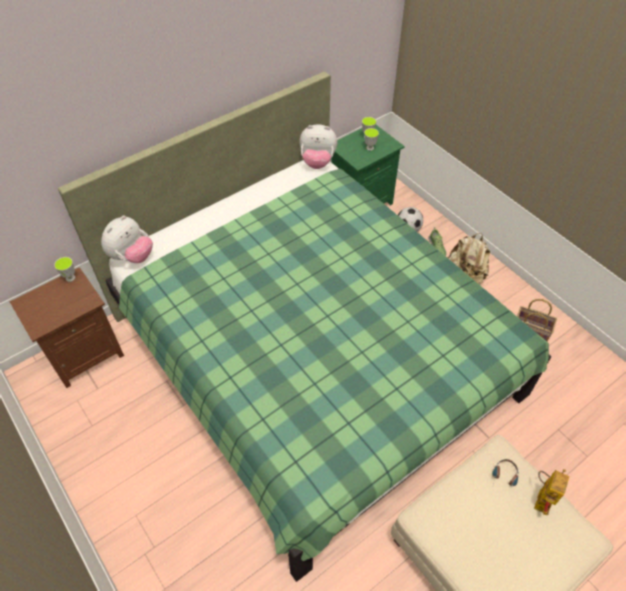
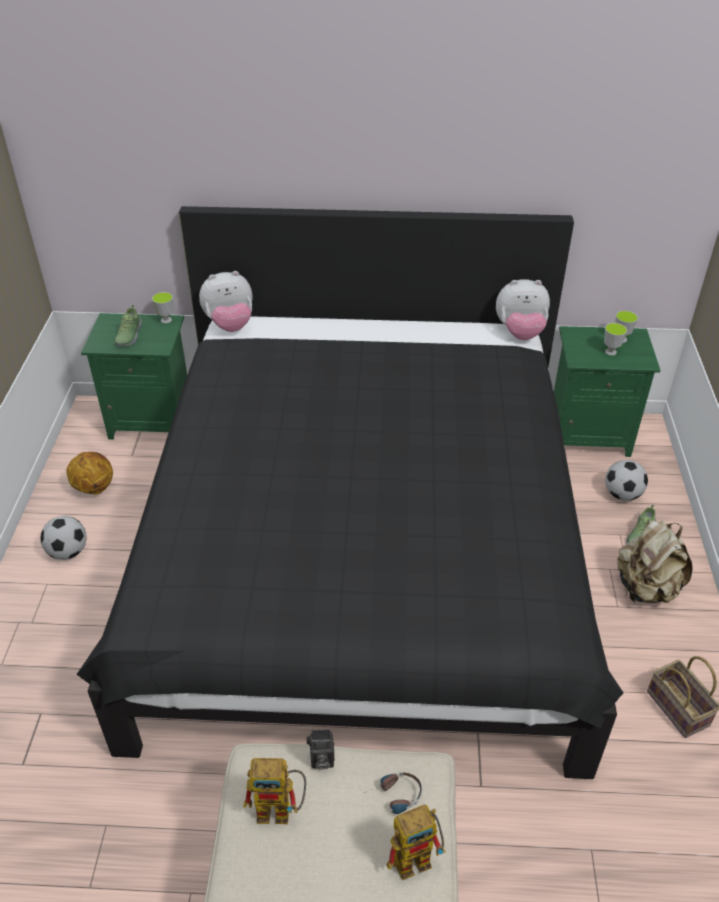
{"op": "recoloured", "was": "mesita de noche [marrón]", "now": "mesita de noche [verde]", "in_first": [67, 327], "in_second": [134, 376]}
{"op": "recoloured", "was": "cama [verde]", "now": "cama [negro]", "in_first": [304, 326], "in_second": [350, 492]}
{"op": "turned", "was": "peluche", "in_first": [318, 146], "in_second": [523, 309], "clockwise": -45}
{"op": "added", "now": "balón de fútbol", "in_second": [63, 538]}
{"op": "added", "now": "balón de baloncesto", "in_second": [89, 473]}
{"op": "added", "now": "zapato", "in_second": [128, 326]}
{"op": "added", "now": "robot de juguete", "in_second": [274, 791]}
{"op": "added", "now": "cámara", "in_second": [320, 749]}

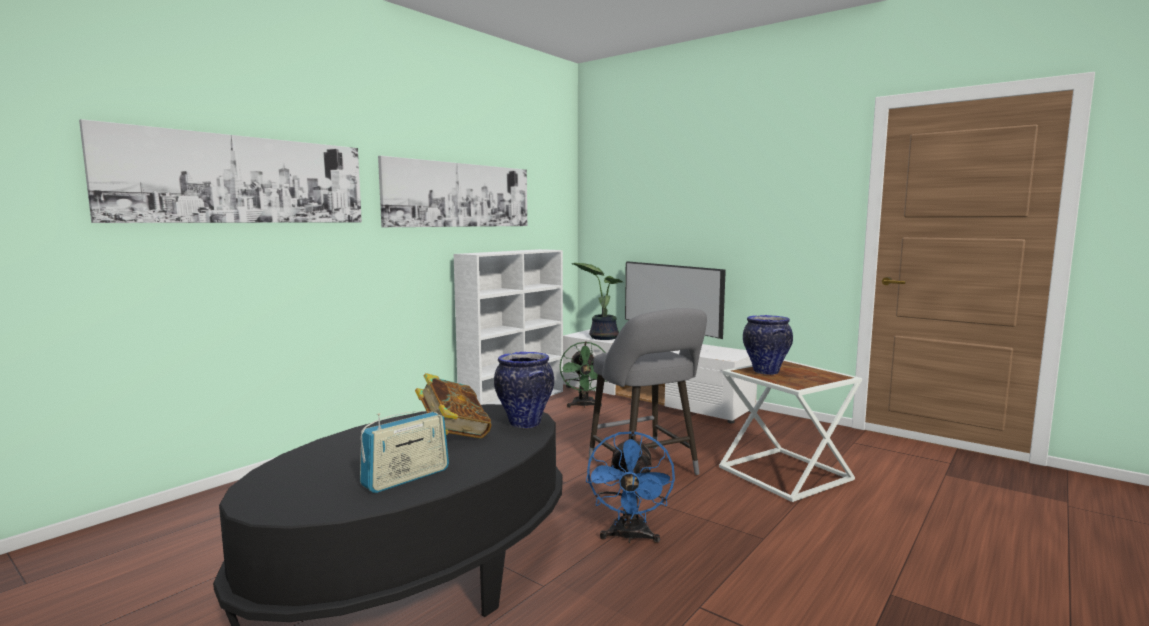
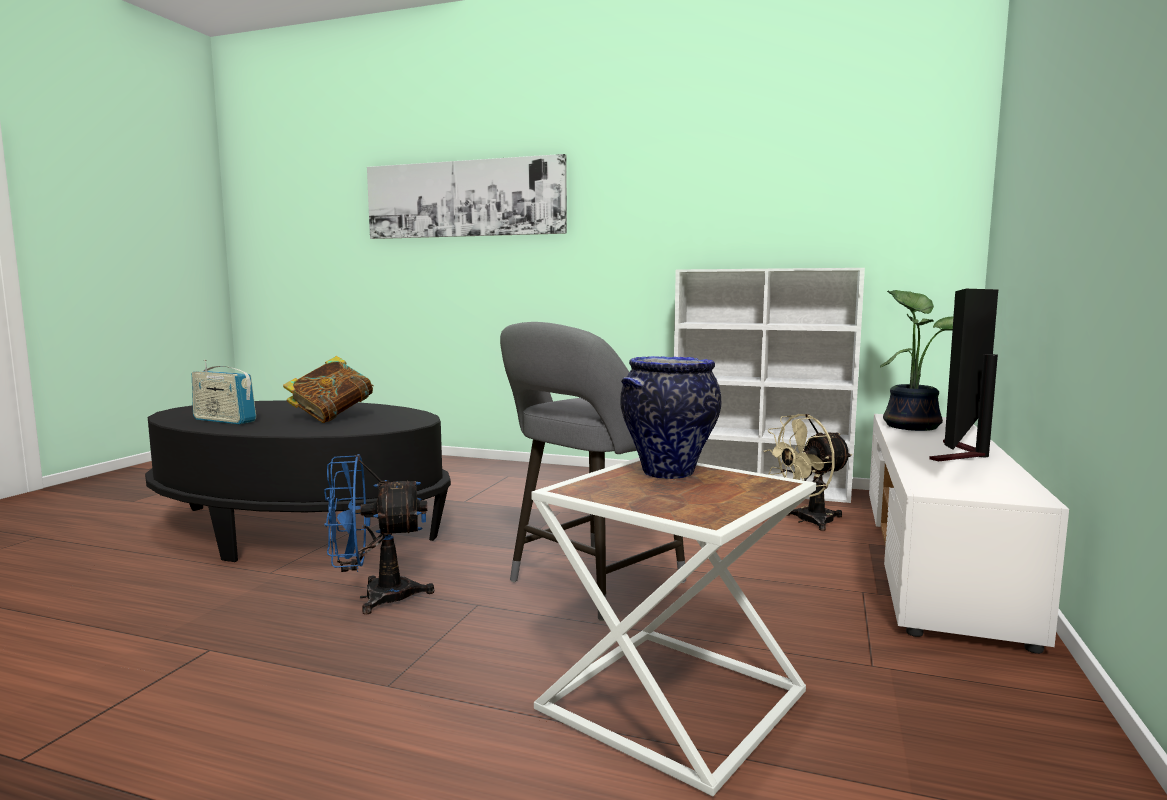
{"op": "removed", "was": "cuadro", "in_first": [452, 191]}
{"op": "removed", "was": "florero", "in_first": [524, 390]}
{"op": "recoloured", "was": "ventilador [verde]", "now": "ventilador [beis]", "in_first": [583, 375], "in_second": [807, 472]}

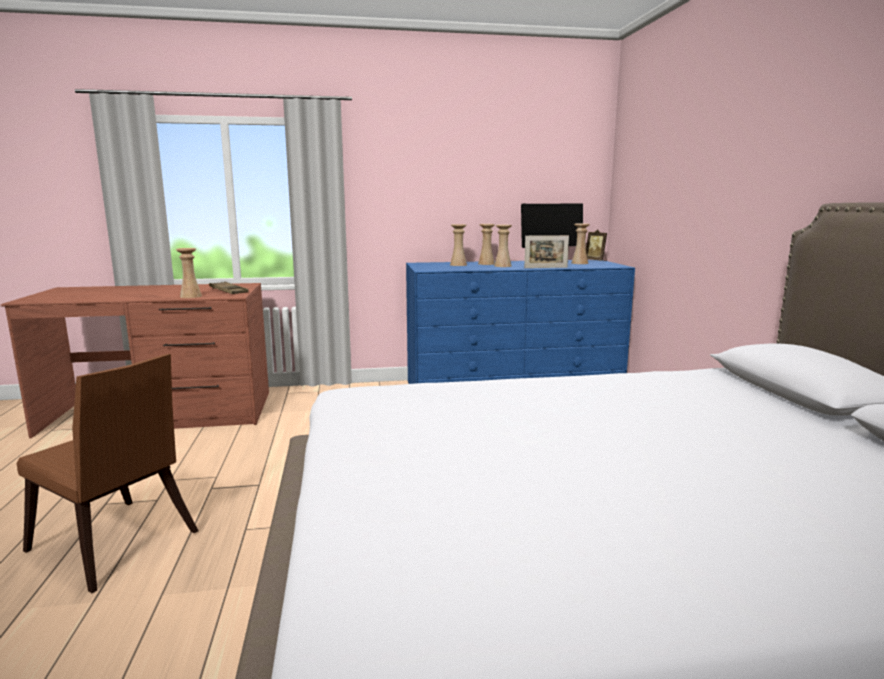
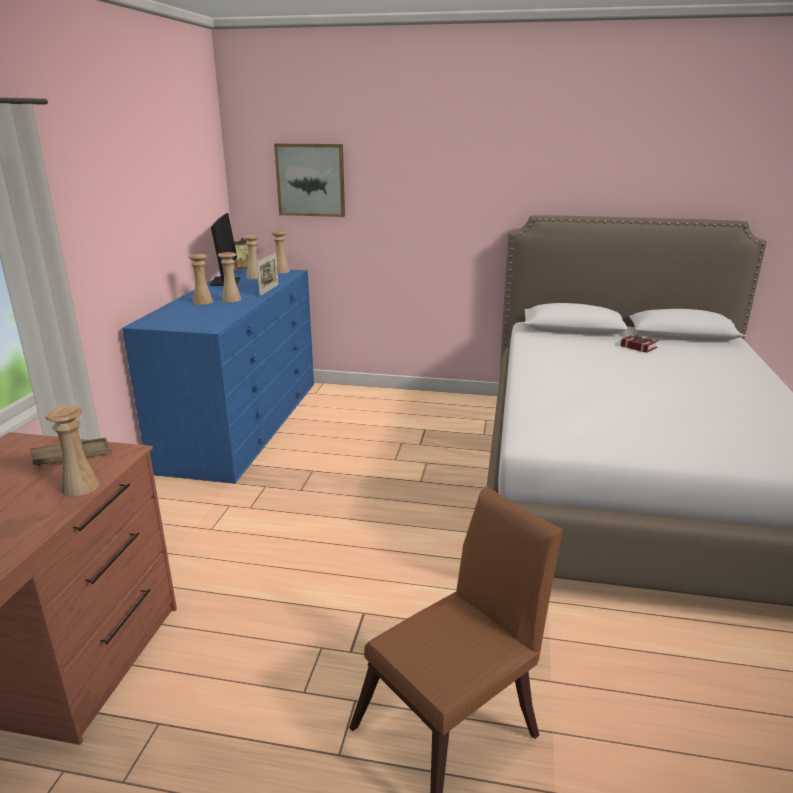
{"op": "moved", "was": "florero [beis]", "in_first": [458, 245], "in_second": [280, 252]}
{"op": "added", "now": "cuadro", "in_second": [309, 180]}
{"op": "added", "now": "libro", "in_second": [639, 343]}

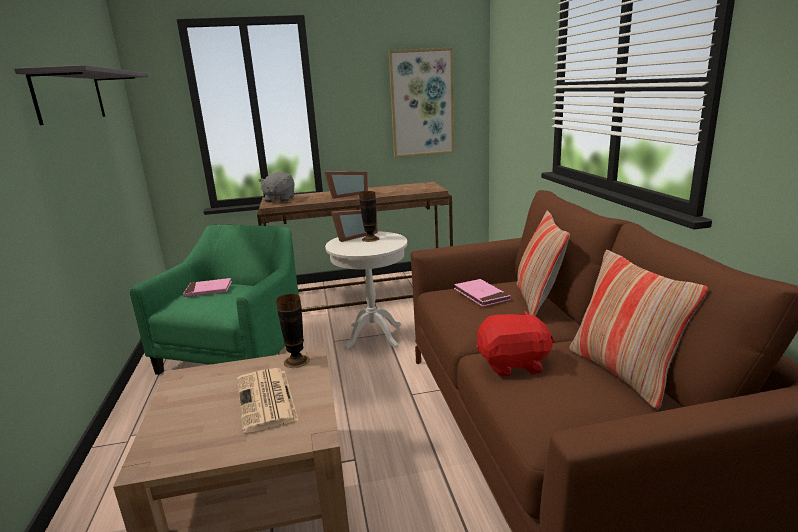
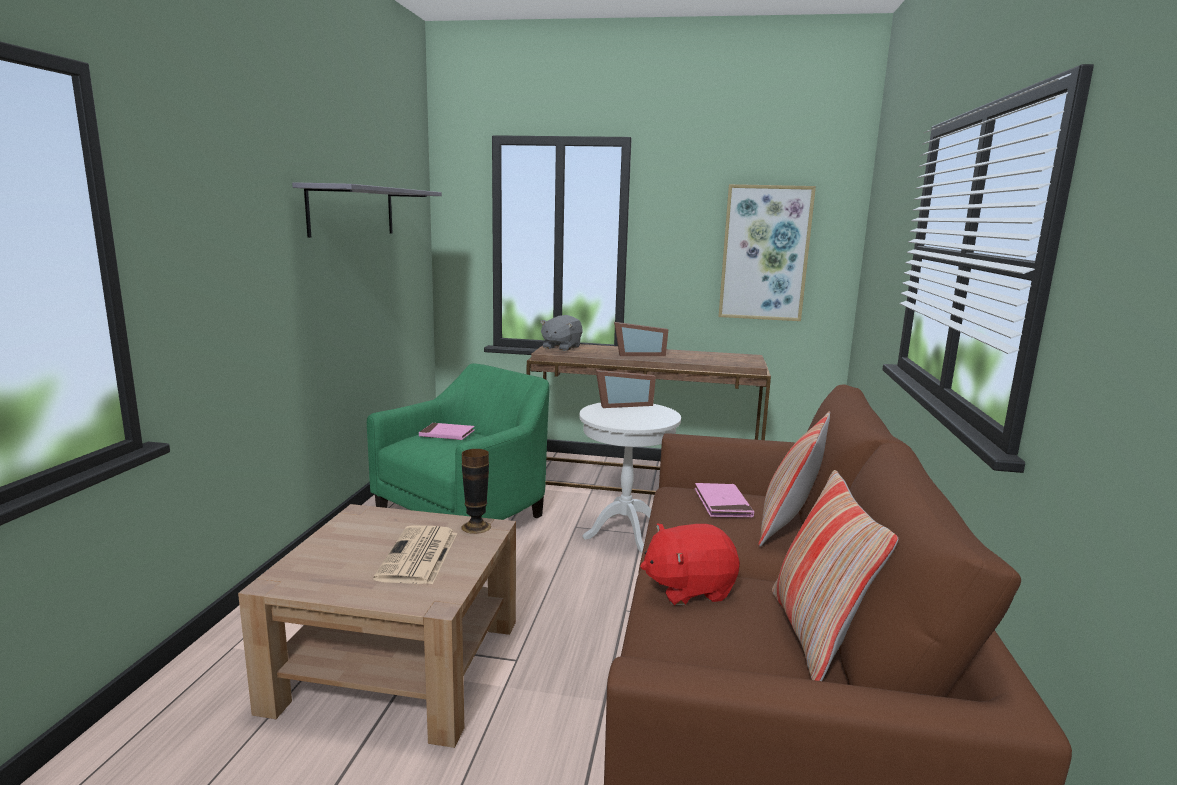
{"op": "removed", "was": "florero", "in_first": [369, 216]}
{"op": "turned", "was": "peluche [rojo]", "in_first": [515, 343], "in_second": [690, 564], "clockwise": 150}

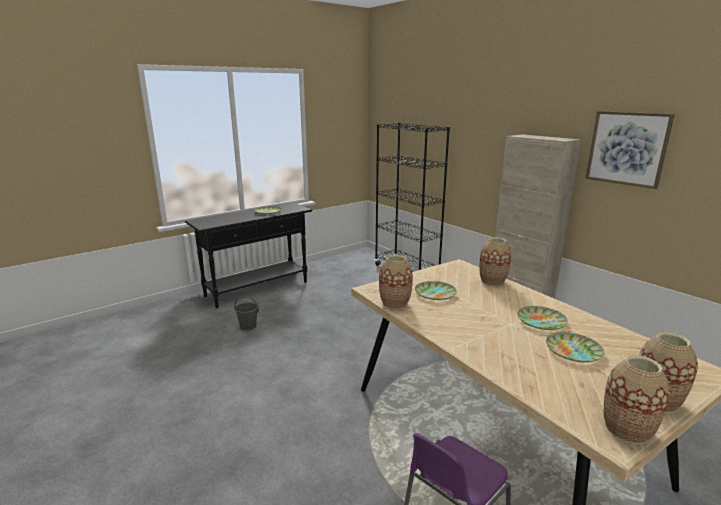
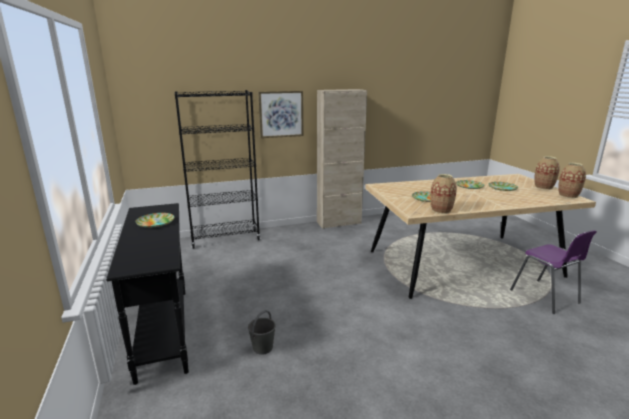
{"op": "removed", "was": "florero", "in_first": [495, 261]}
{"op": "moved", "was": "cuadro", "in_first": [630, 150], "in_second": [280, 114]}

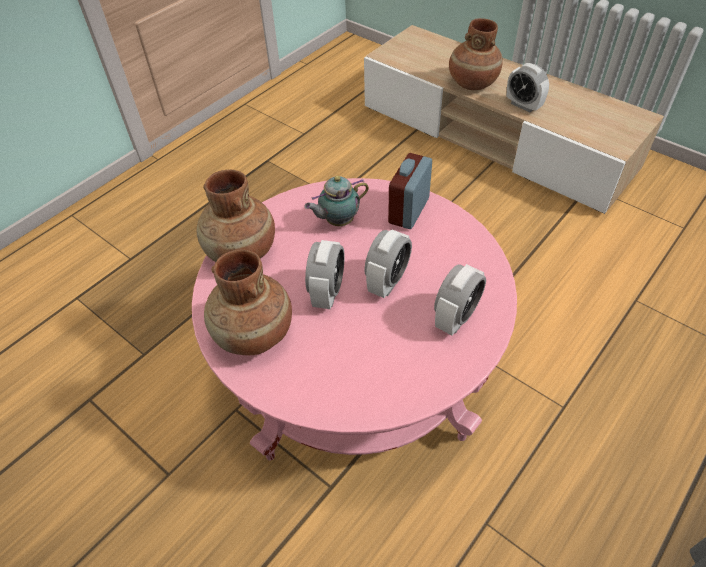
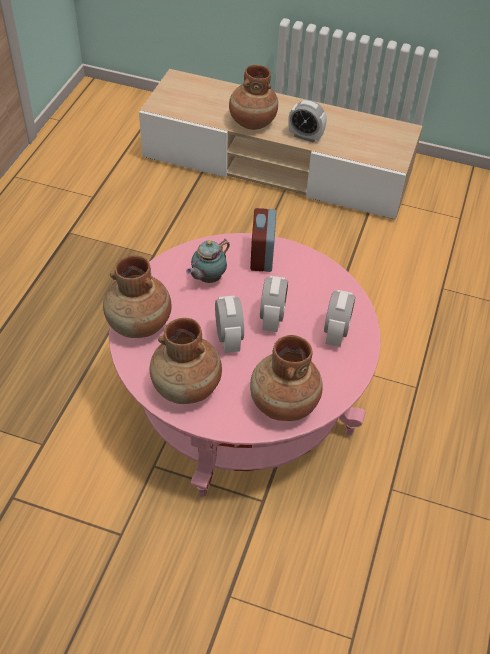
{"op": "added", "now": "florero [marrón]", "in_second": [286, 378]}

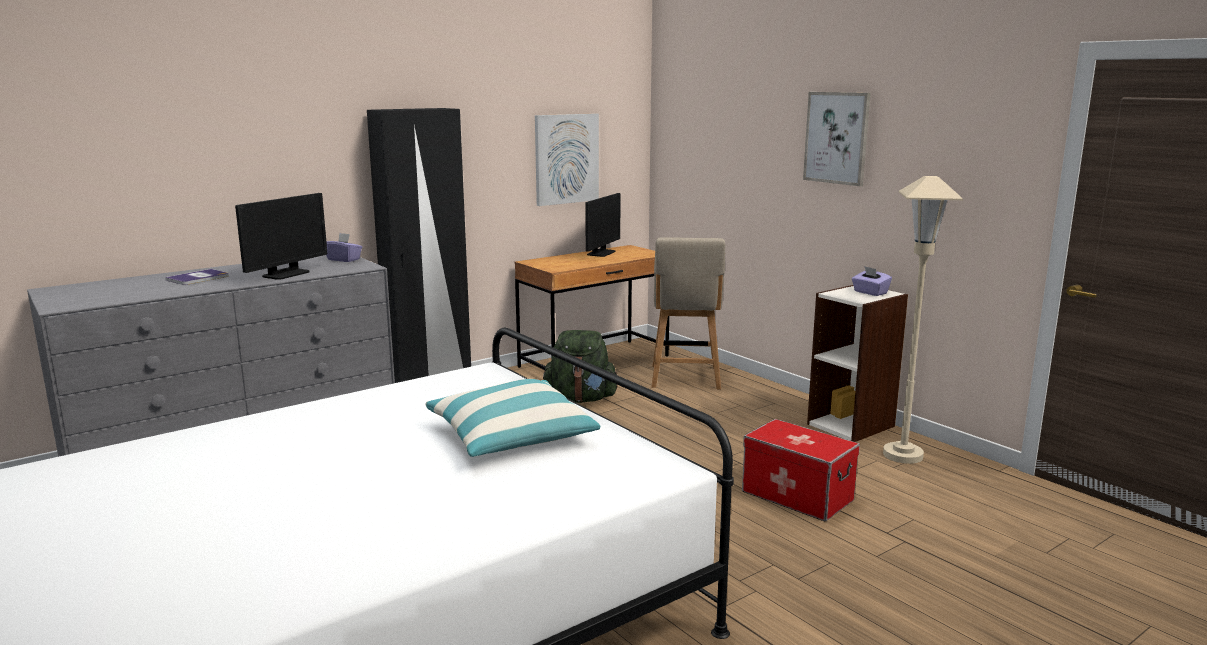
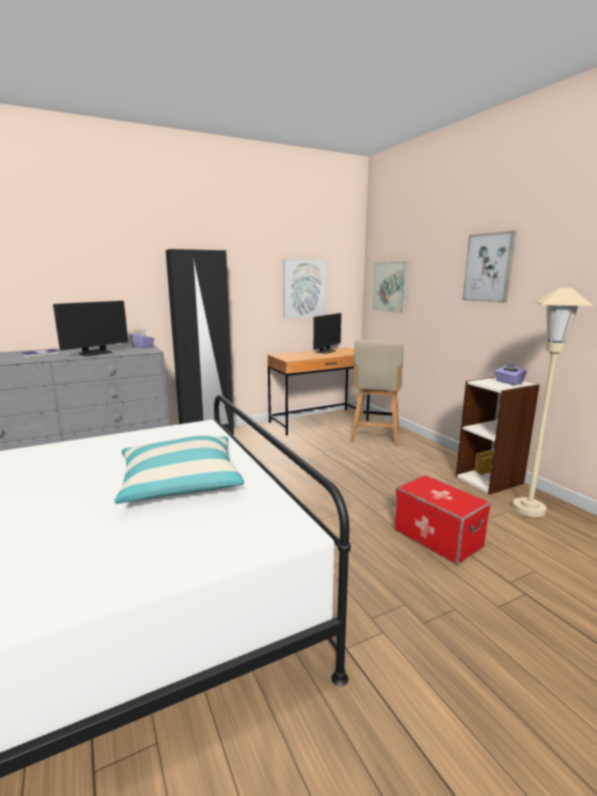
{"op": "removed", "was": "mochila [verde]", "in_first": [580, 366]}
{"op": "added", "now": "cuadro", "in_second": [390, 288]}

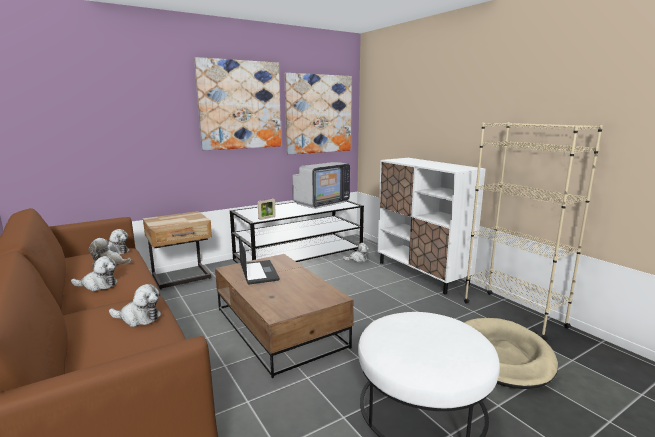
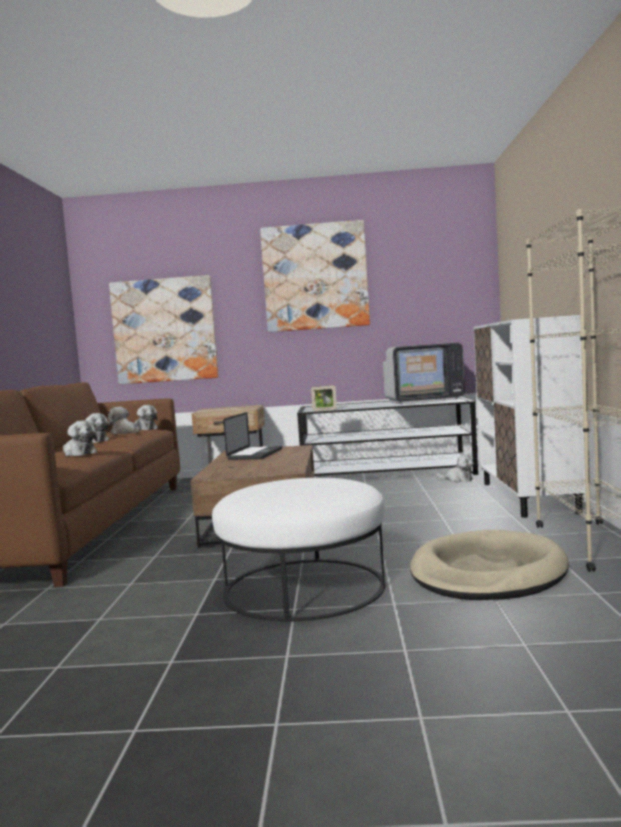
{"op": "moved", "was": "cuadro", "in_first": [318, 114], "in_second": [164, 329]}

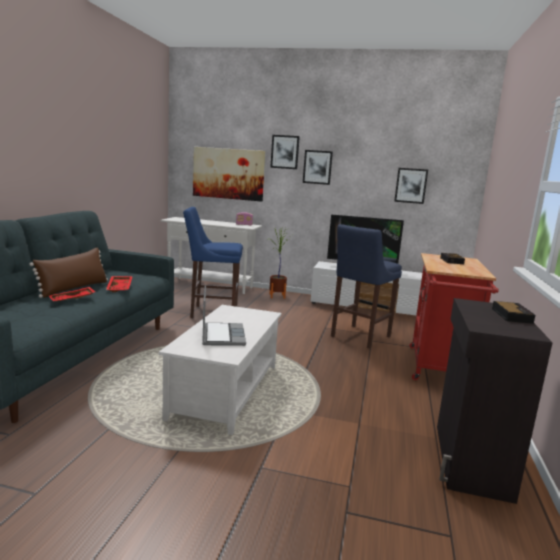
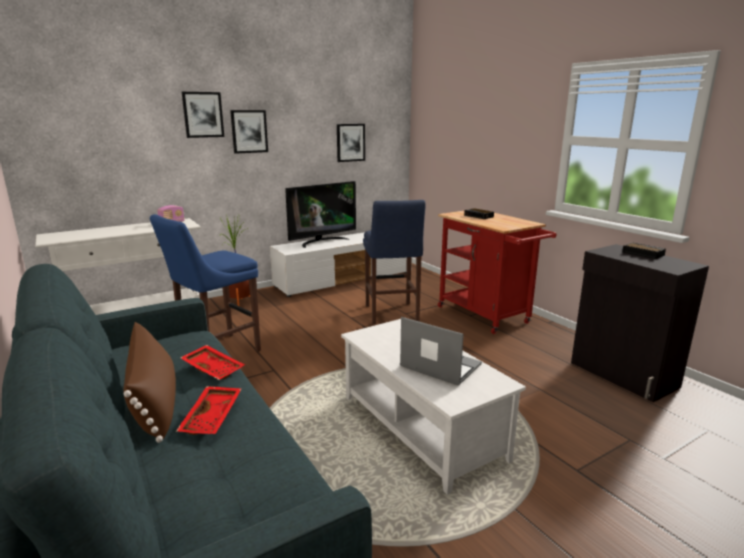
{"op": "removed", "was": "cuadro", "in_first": [229, 174]}

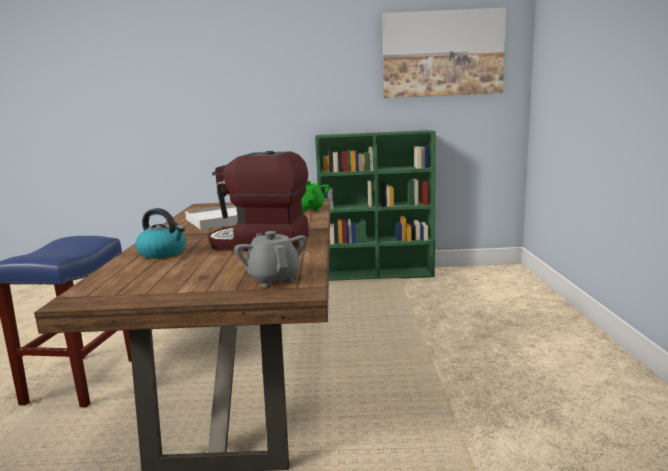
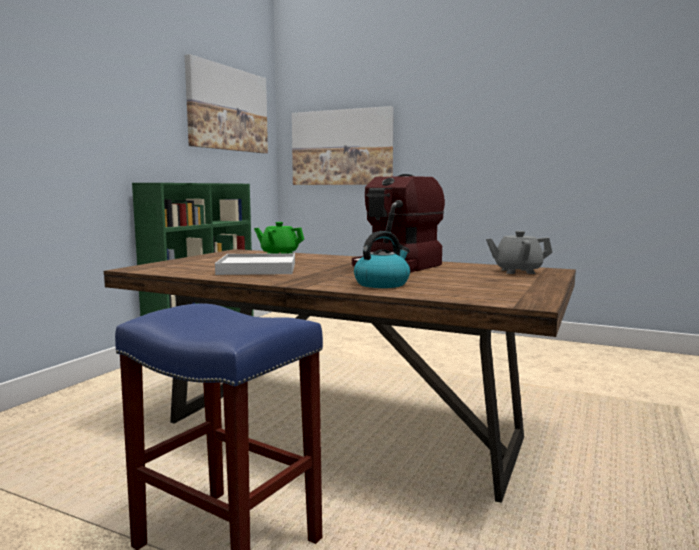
{"op": "added", "now": "cuadro", "in_second": [343, 145]}

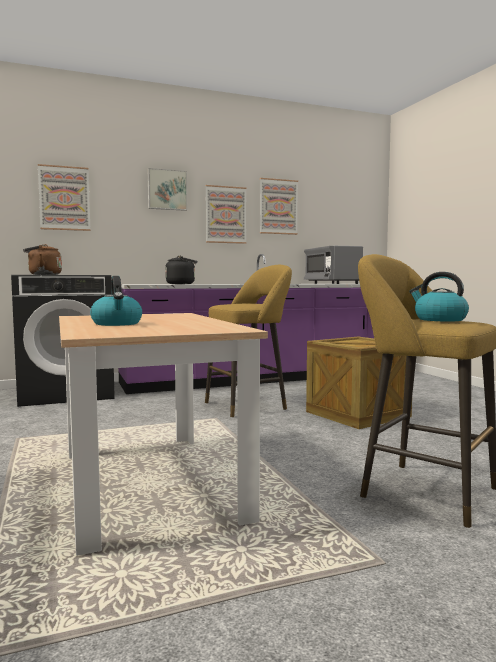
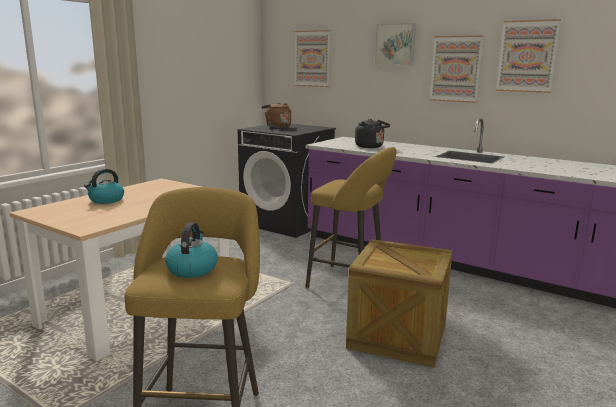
{"op": "removed", "was": "microondas [gris]", "in_first": [333, 265]}

